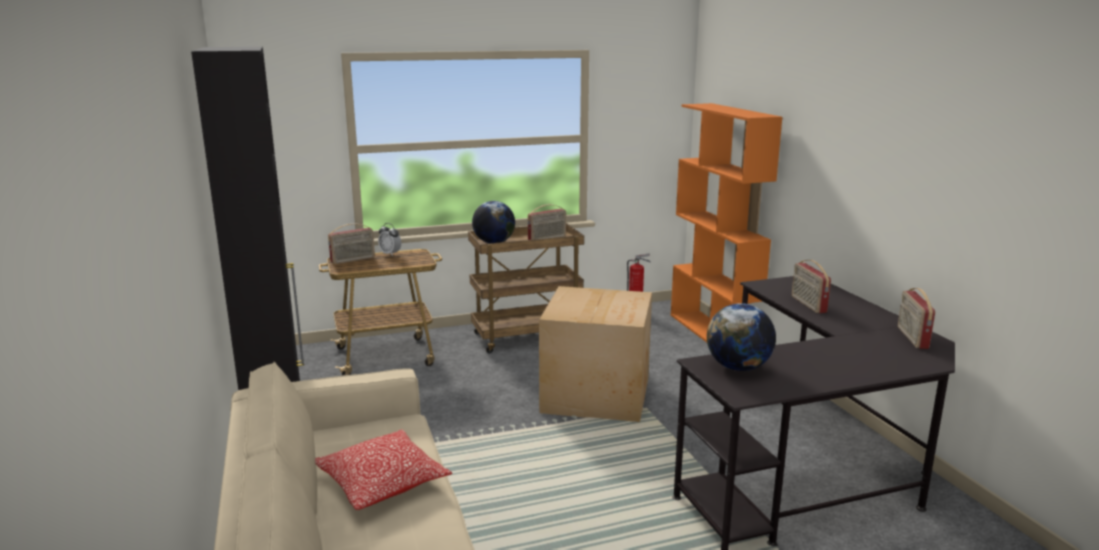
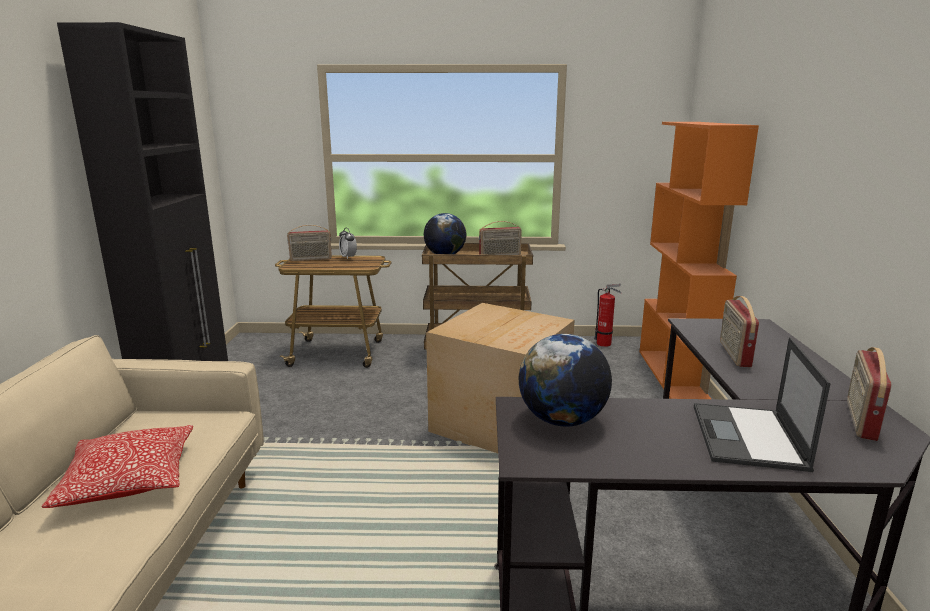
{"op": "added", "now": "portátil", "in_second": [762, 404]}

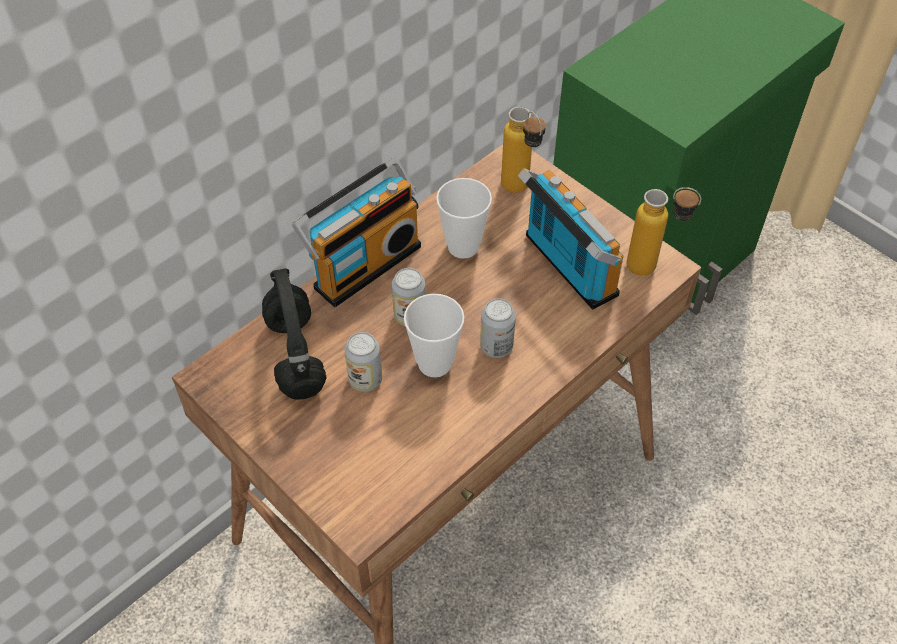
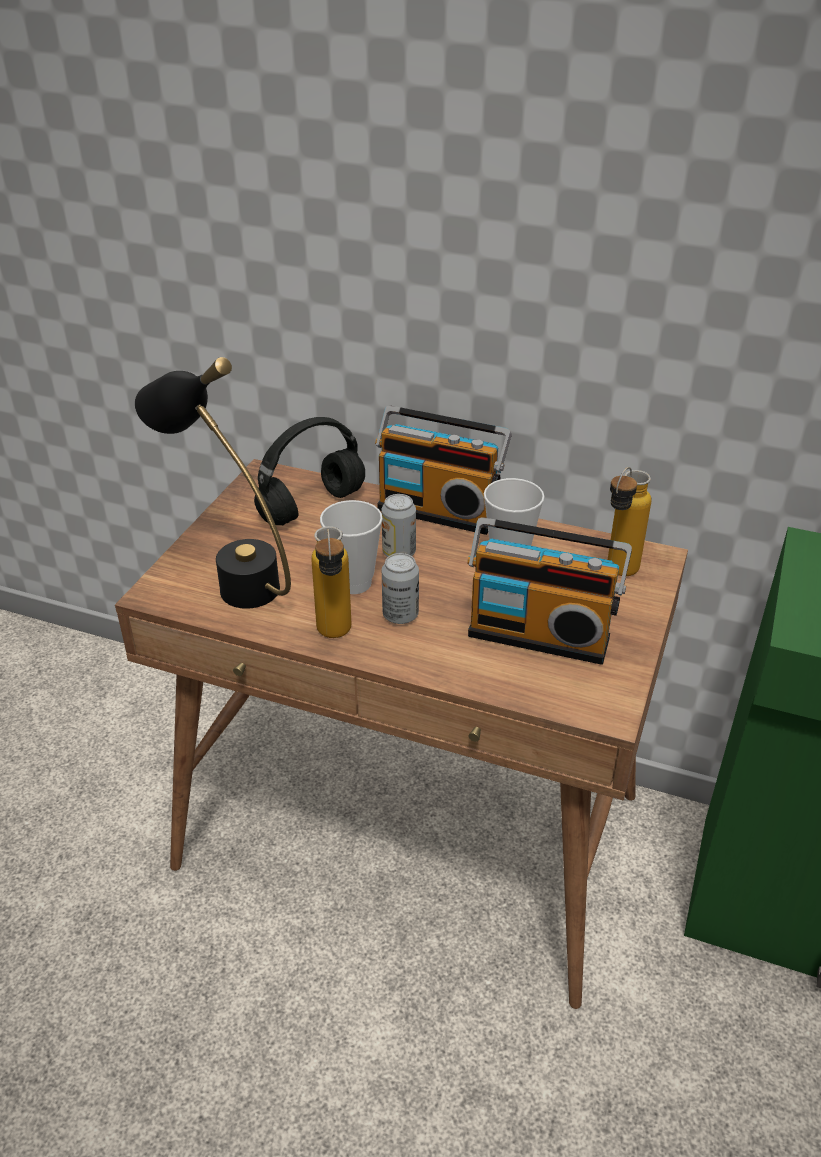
{"op": "removed", "was": "lata", "in_first": [363, 362]}
{"op": "turned", "was": "radio", "in_first": [570, 238], "in_second": [549, 591], "clockwise": 75}
{"op": "moved", "was": "botella", "in_first": [664, 231], "in_second": [331, 582]}
{"op": "added", "now": "lámpara de mesa [negro]", "in_second": [213, 483]}

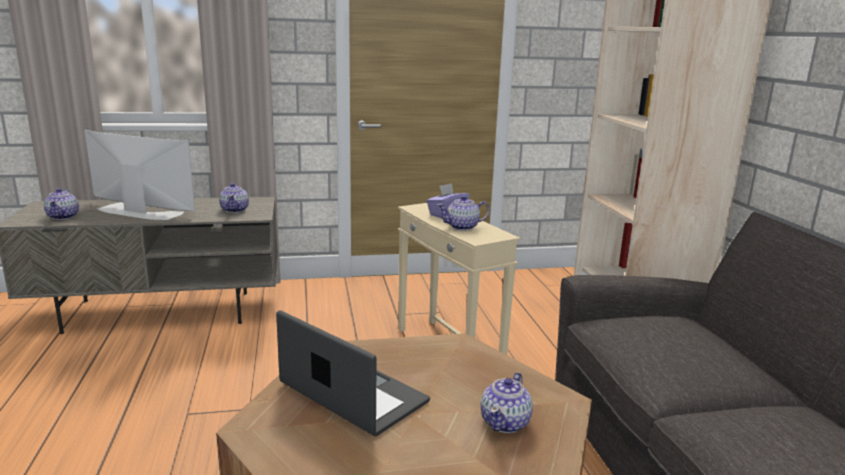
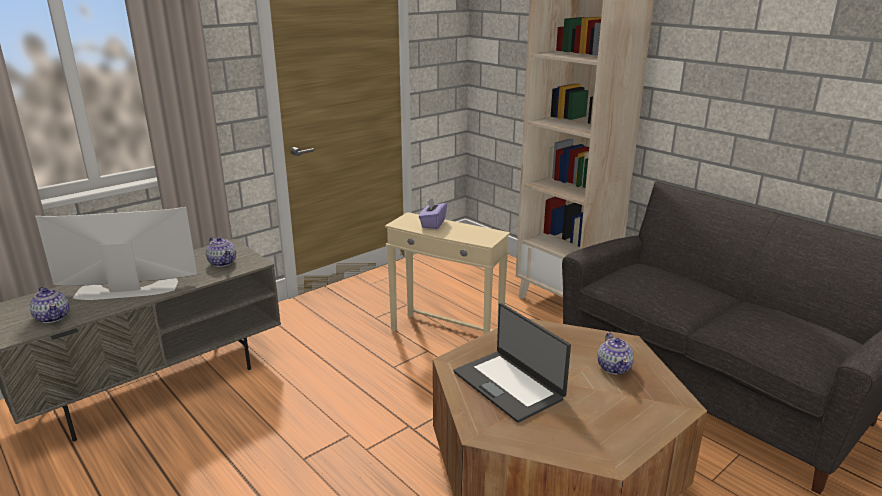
{"op": "turned", "was": "portátil", "in_first": [353, 373], "in_second": [512, 363], "clockwise": -135}
{"op": "removed", "was": "tetera", "in_first": [463, 213]}

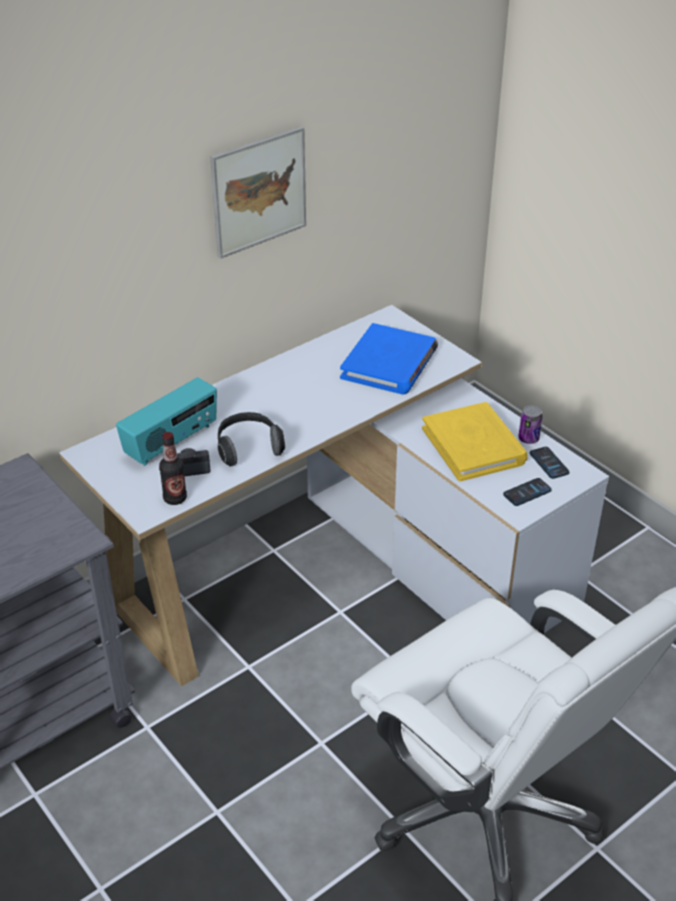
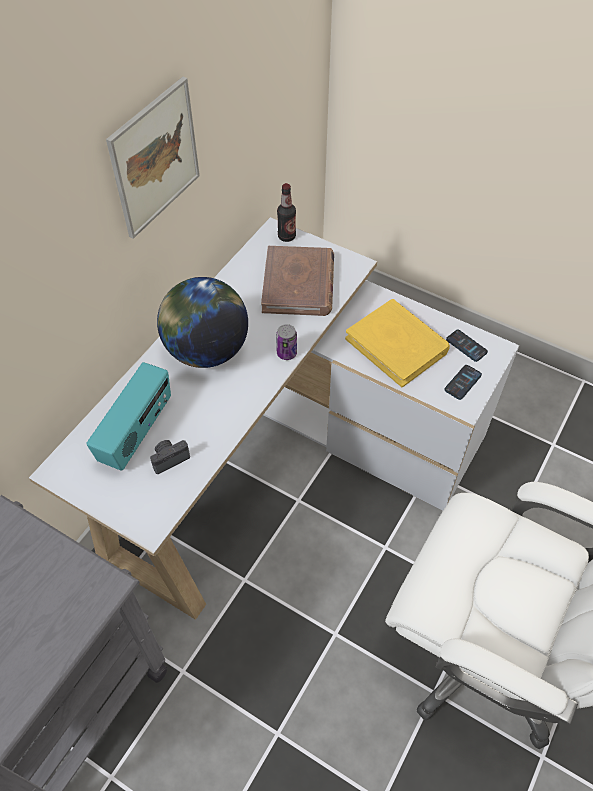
{"op": "moved", "was": "botella", "in_first": [173, 468], "in_second": [286, 212]}
{"op": "removed", "was": "auriculares", "in_first": [251, 439]}
{"op": "recoloured", "was": "libro [azul]", "now": "libro [marrón]", "in_first": [389, 358], "in_second": [297, 281]}
{"op": "moved", "was": "lata", "in_first": [530, 425], "in_second": [286, 342]}
{"op": "added", "now": "globo terráqueo", "in_second": [202, 322]}

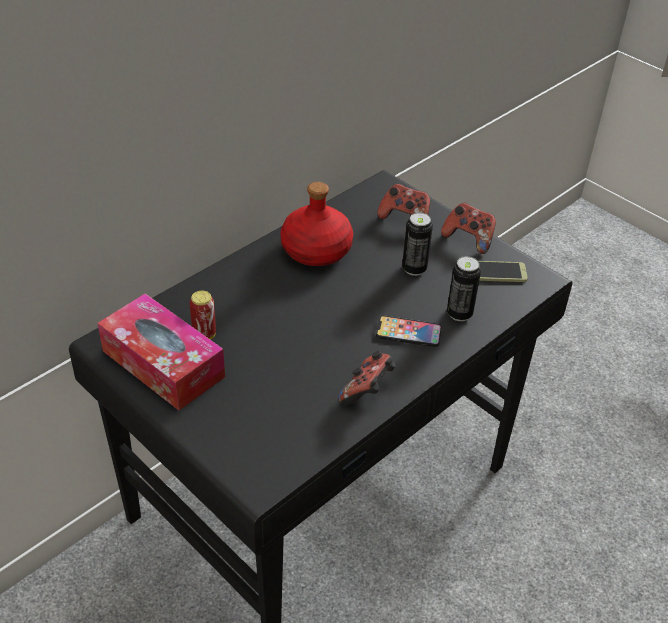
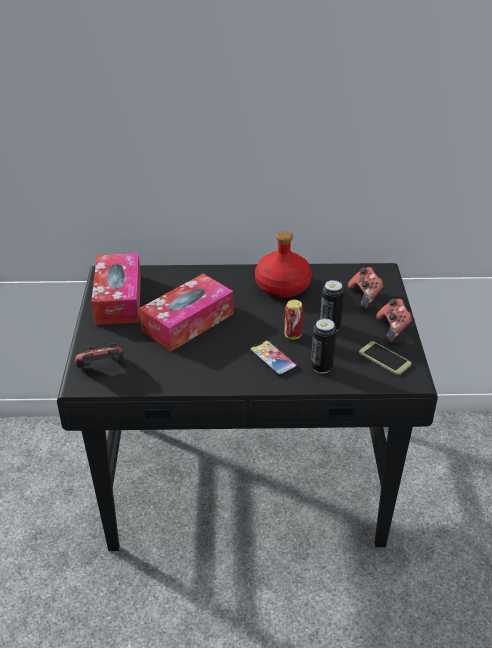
{"op": "moved", "was": "lata", "in_first": [202, 315], "in_second": [294, 319]}
{"op": "moved", "was": "mando de consola", "in_first": [366, 378], "in_second": [99, 355]}
{"op": "added", "now": "caja de pañuelos", "in_second": [186, 313]}

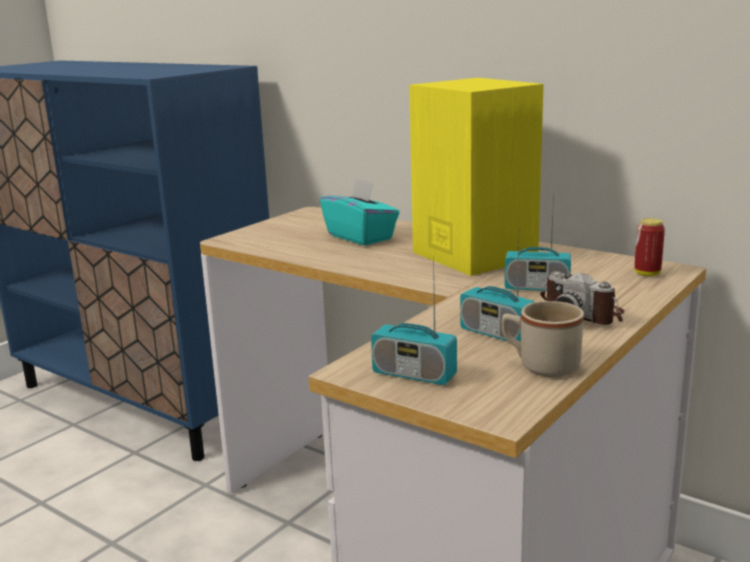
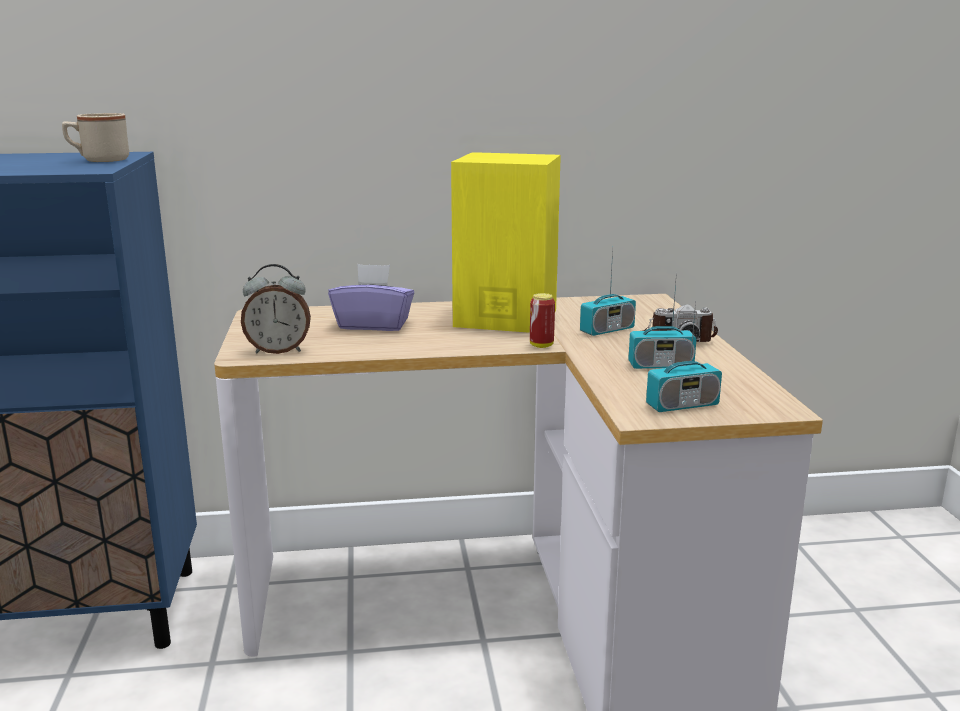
{"op": "recoloured", "was": "caja de pañuelos [turquesa]", "now": "caja de pañuelos [morado]", "in_first": [360, 212], "in_second": [371, 297]}
{"op": "moved", "was": "taza grande [beis]", "in_first": [543, 339], "in_second": [95, 137]}
{"op": "moved", "was": "lata", "in_first": [650, 247], "in_second": [542, 320]}
{"op": "added", "now": "despertador", "in_second": [276, 309]}

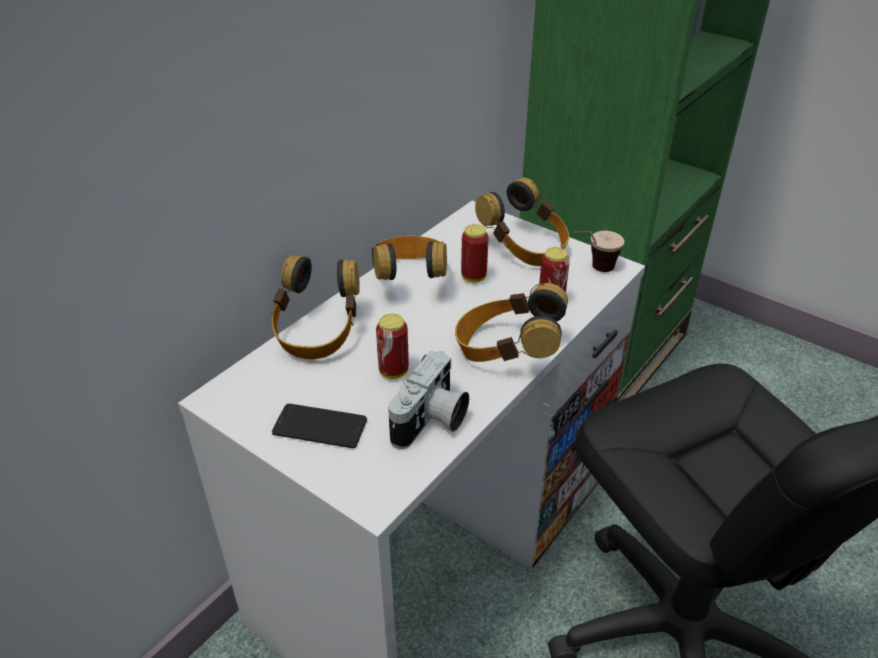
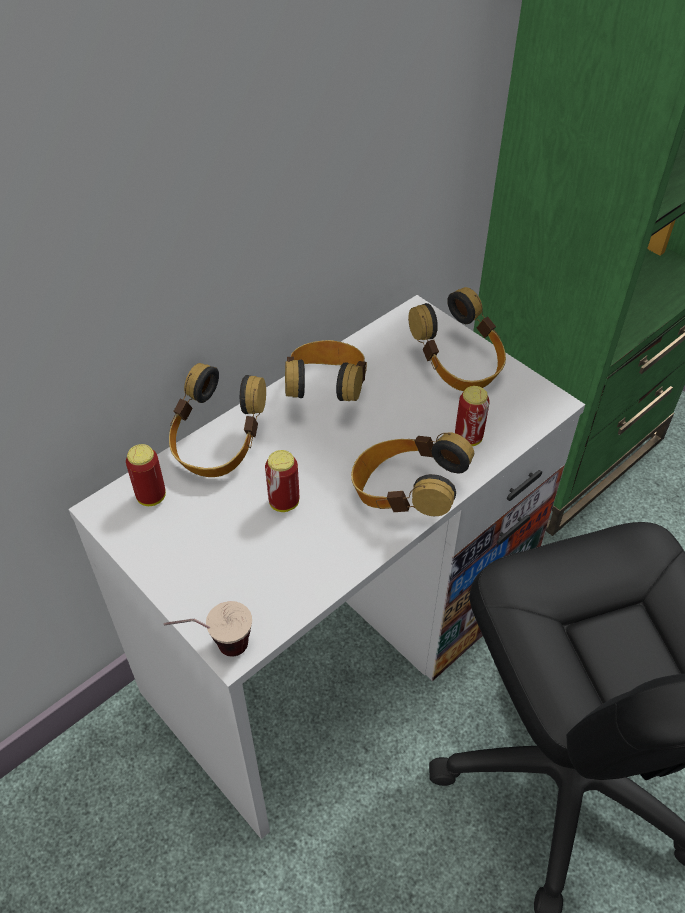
{"op": "removed", "was": "móvil", "in_first": [319, 426]}
{"op": "removed", "was": "cámara", "in_first": [428, 400]}
{"op": "moved", "was": "lata", "in_first": [475, 253], "in_second": [146, 475]}
{"op": "moved", "was": "taza", "in_first": [599, 251], "in_second": [208, 629]}

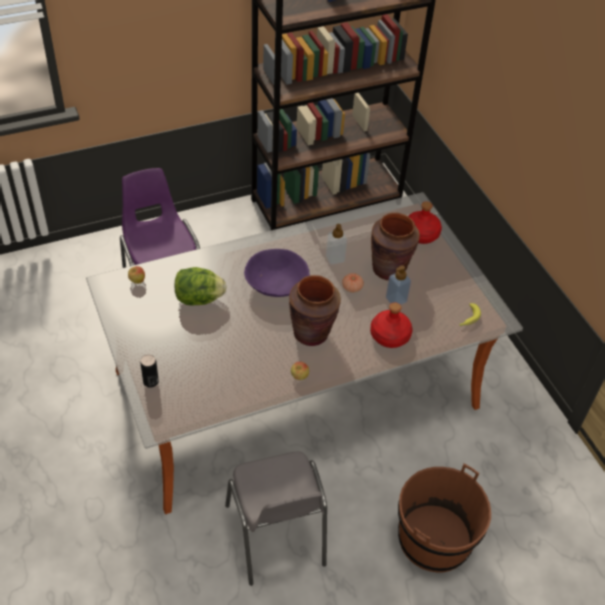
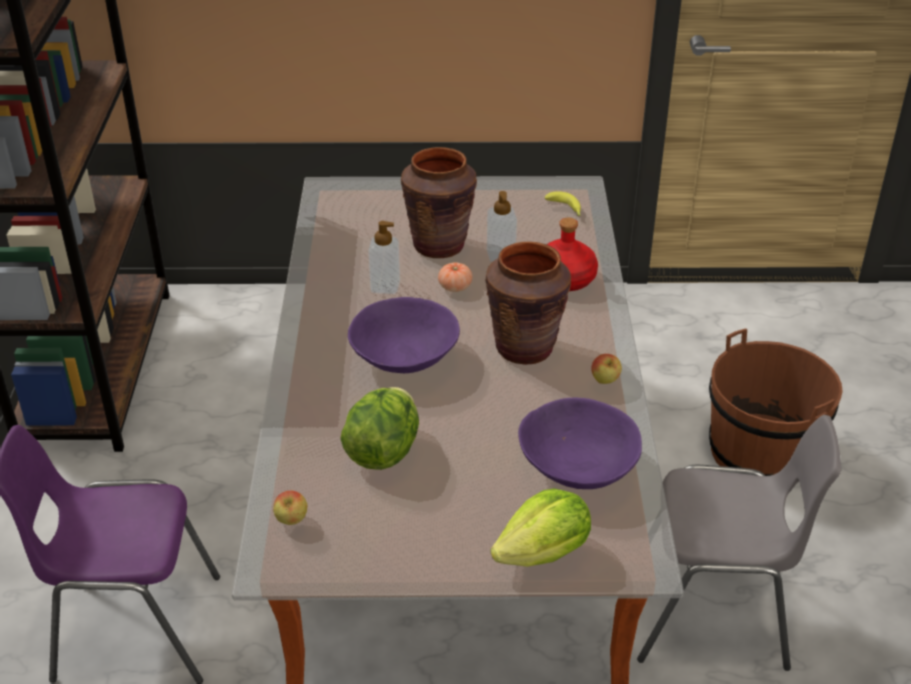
{"op": "replaced", "was": "lata", "now": "lechuga", "in_first": [149, 371], "in_second": [541, 527]}
{"op": "removed", "was": "botella [rojo]", "in_first": [425, 222]}
{"op": "added", "now": "cuenco [morado]", "in_second": [580, 443]}

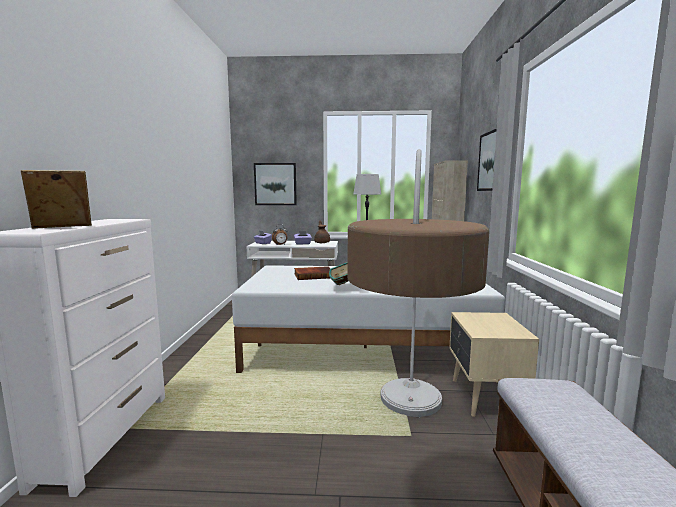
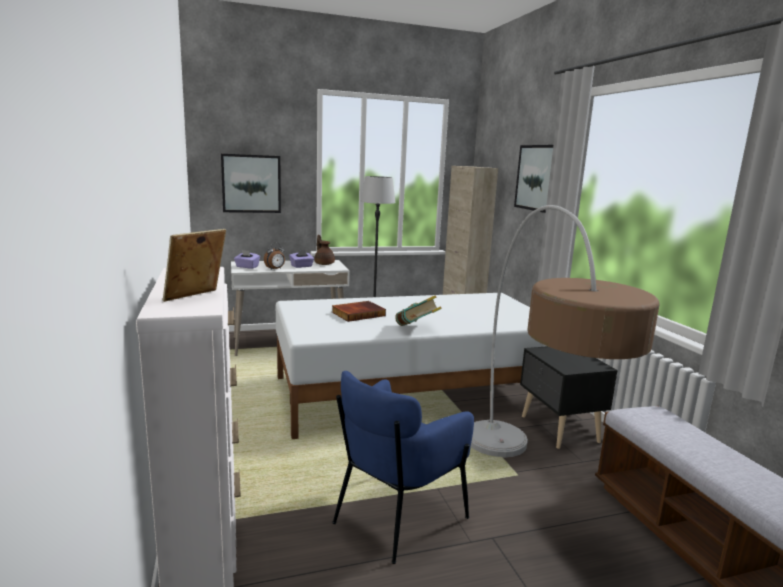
{"op": "recoloured", "was": "mesita de noche [beis]", "now": "mesita de noche [negro]", "in_first": [494, 364], "in_second": [569, 397]}
{"op": "added", "now": "sillón [azul]", "in_second": [403, 467]}

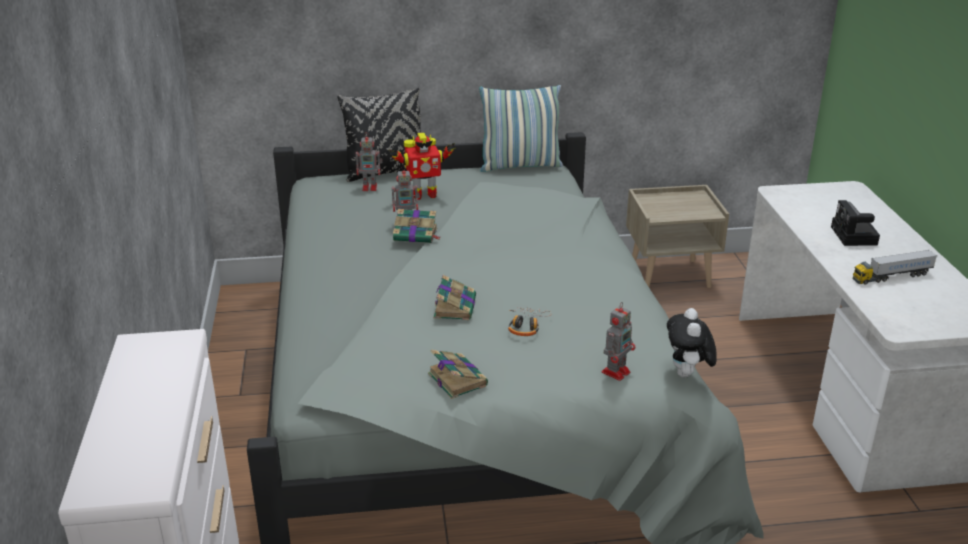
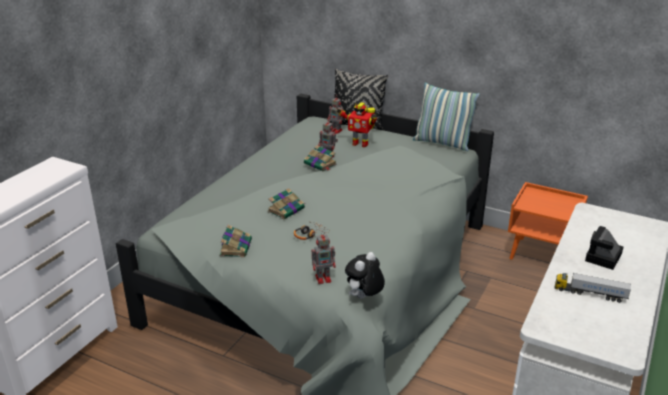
{"op": "recoloured", "was": "mesita de noche [beis]", "now": "mesita de noche [naranja]", "in_first": [677, 236], "in_second": [548, 221]}

